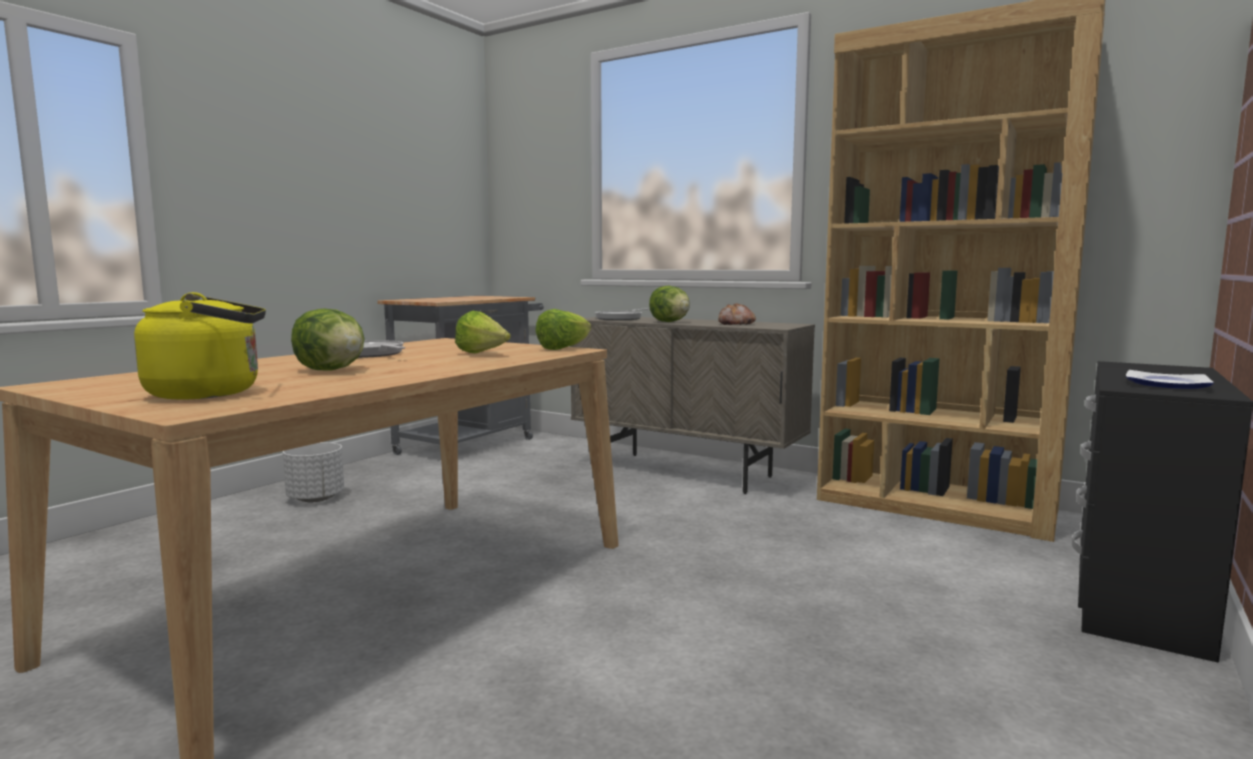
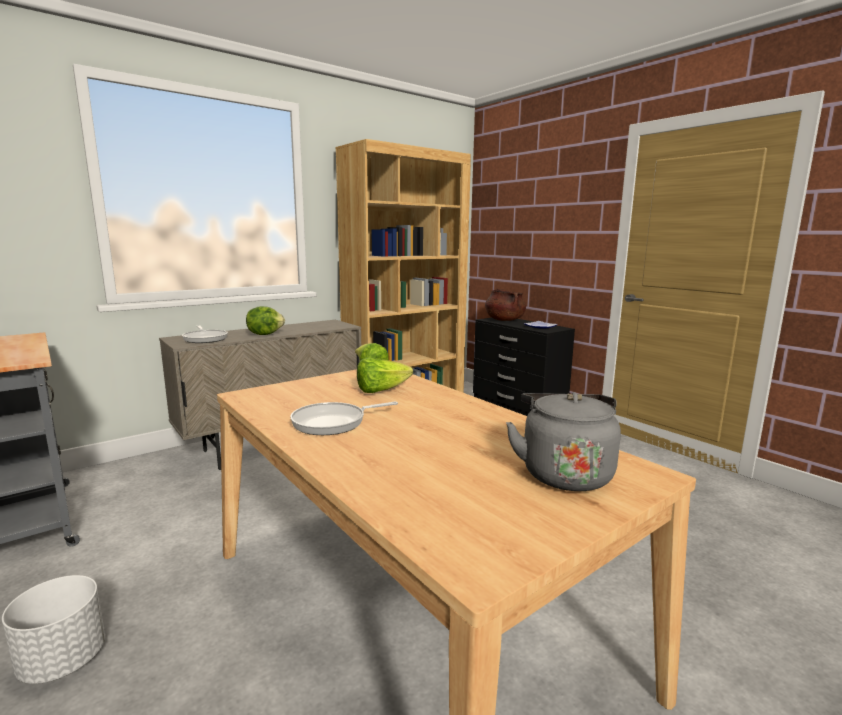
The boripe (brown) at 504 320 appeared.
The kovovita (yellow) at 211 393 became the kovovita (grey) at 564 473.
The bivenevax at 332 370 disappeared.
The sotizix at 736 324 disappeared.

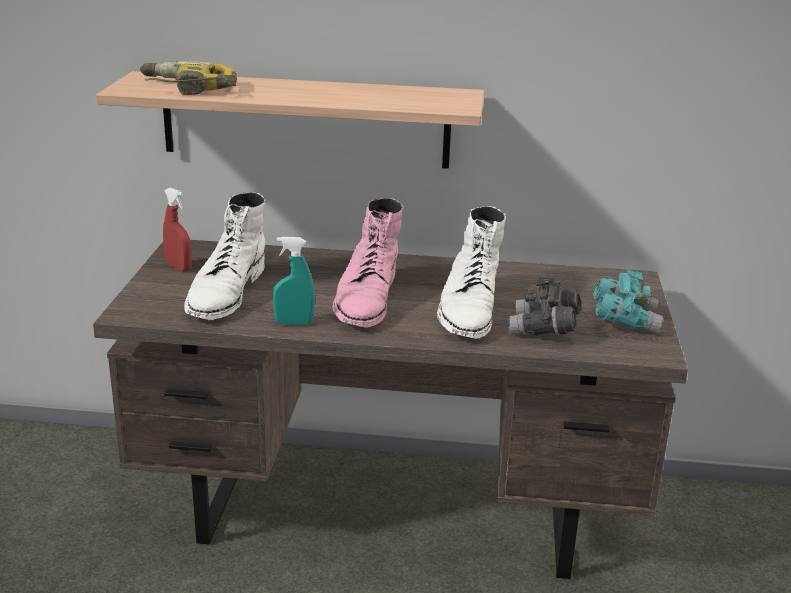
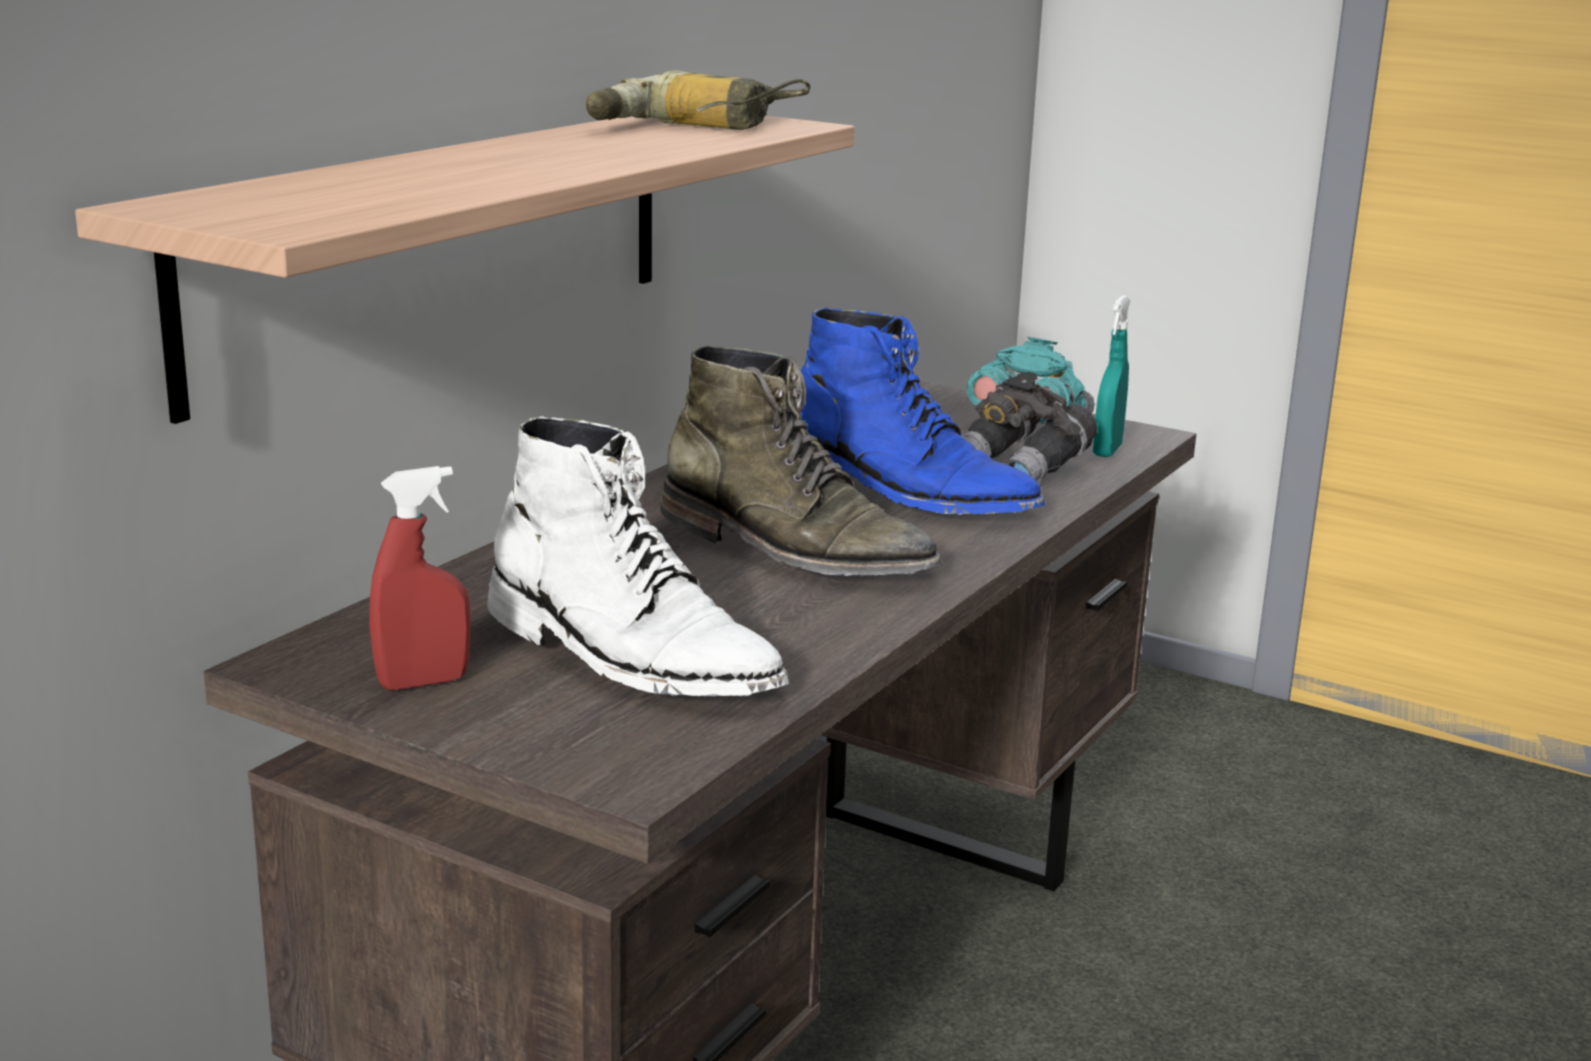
The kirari moved from 188 89 to 696 126.
The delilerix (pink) at 366 300 became the delilerix (green) at 794 550.
The delilerix (white) at 469 310 became the delilerix (blue) at 906 494.
The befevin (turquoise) moved from 294 323 to 1107 451.

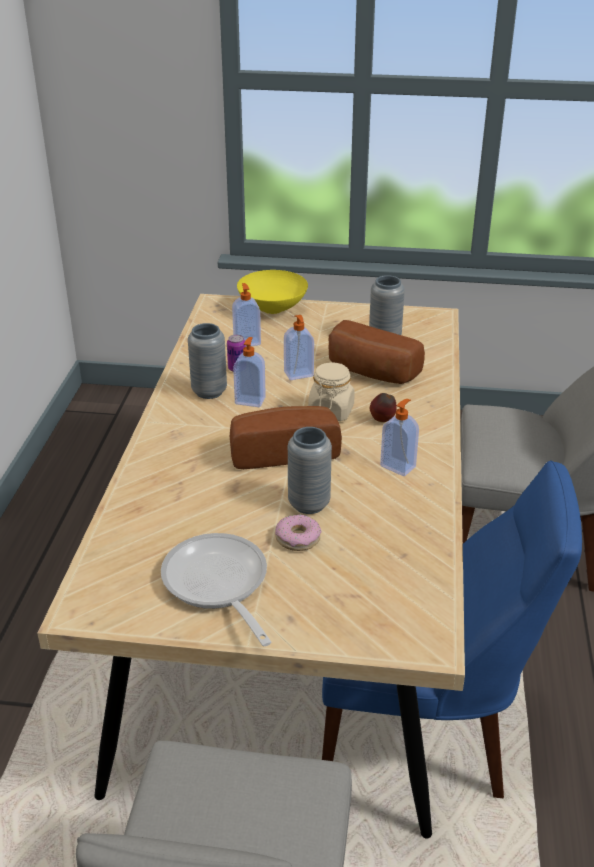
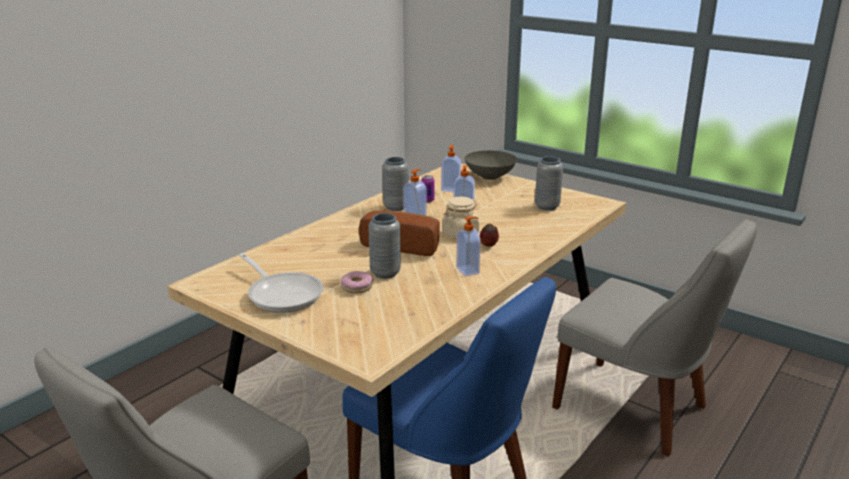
The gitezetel at 218 585 turned 135 degrees clockwise.
The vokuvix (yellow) at 273 308 became the vokuvix (grey) at 490 177.
The sotizix at 370 372 disappeared.

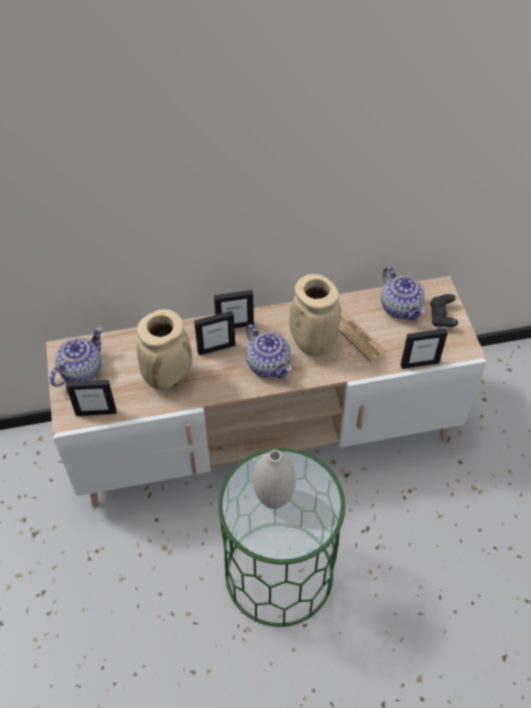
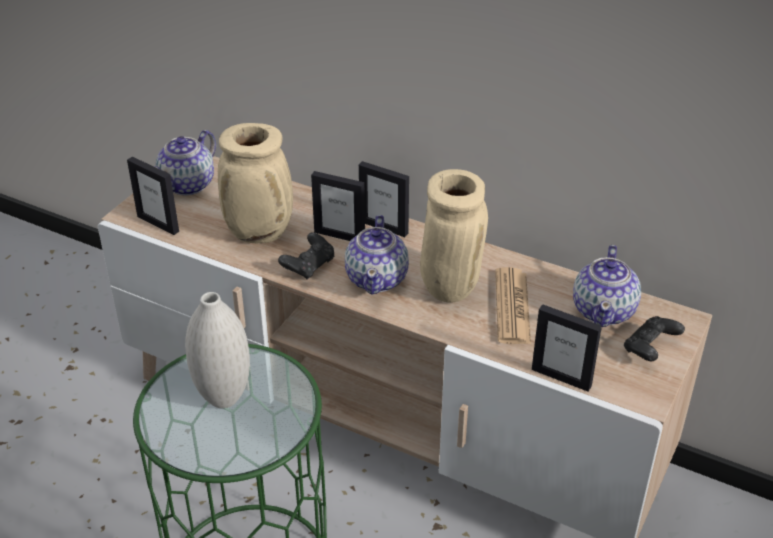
The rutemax at 80 370 turned 135 degrees clockwise.
The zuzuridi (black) at 309 266 appeared.

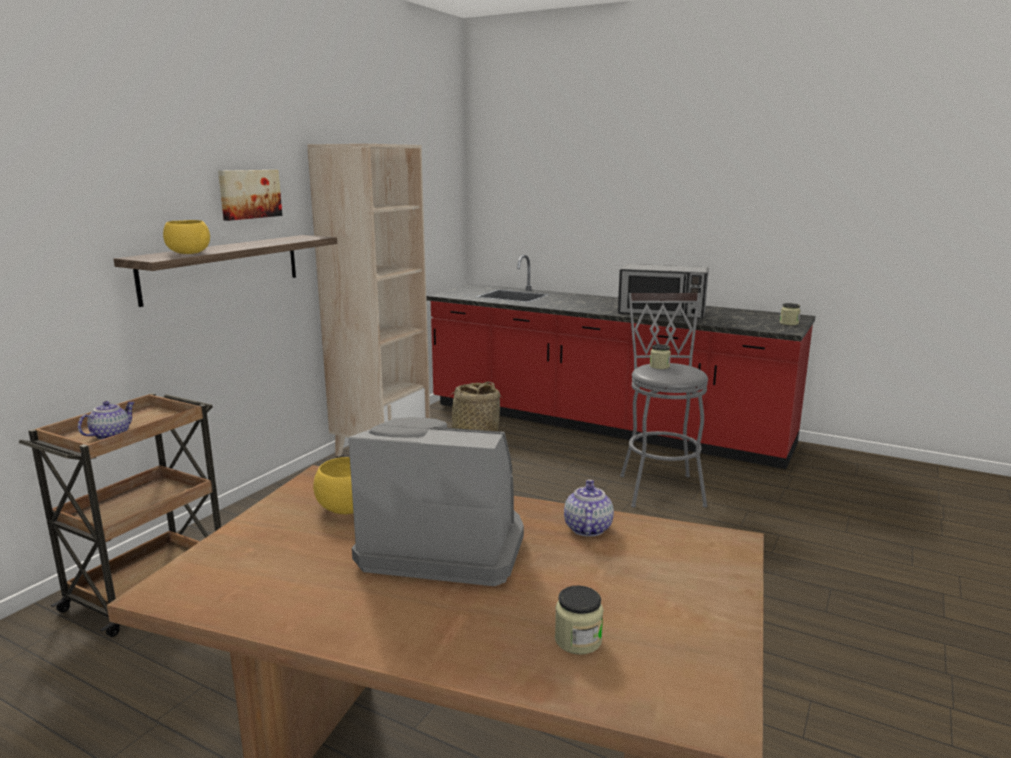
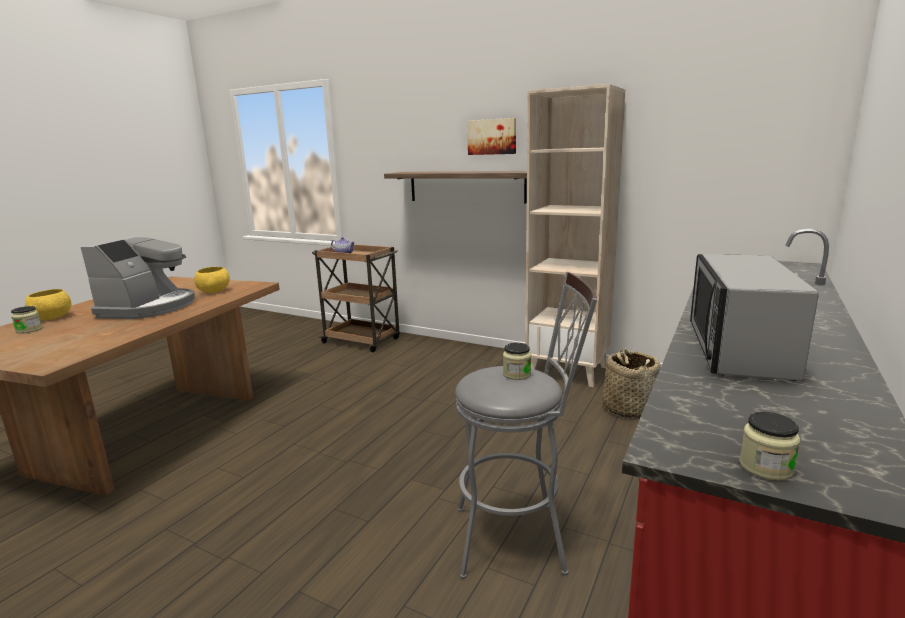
The vokuvix (yellow) moved from 188 253 to 51 318.
The rutemax at 587 528 disappeared.

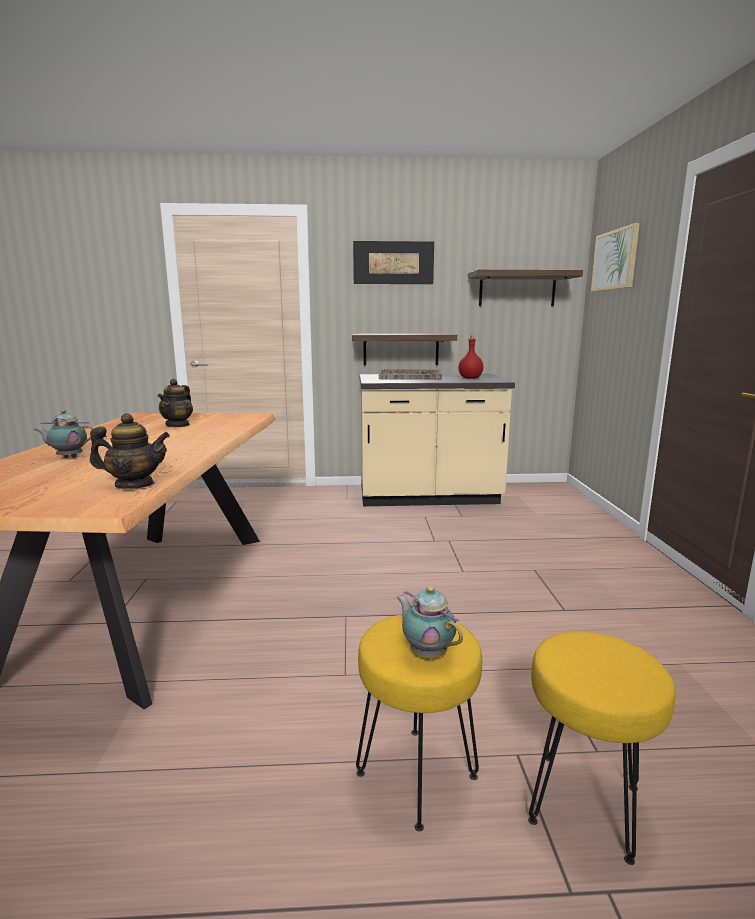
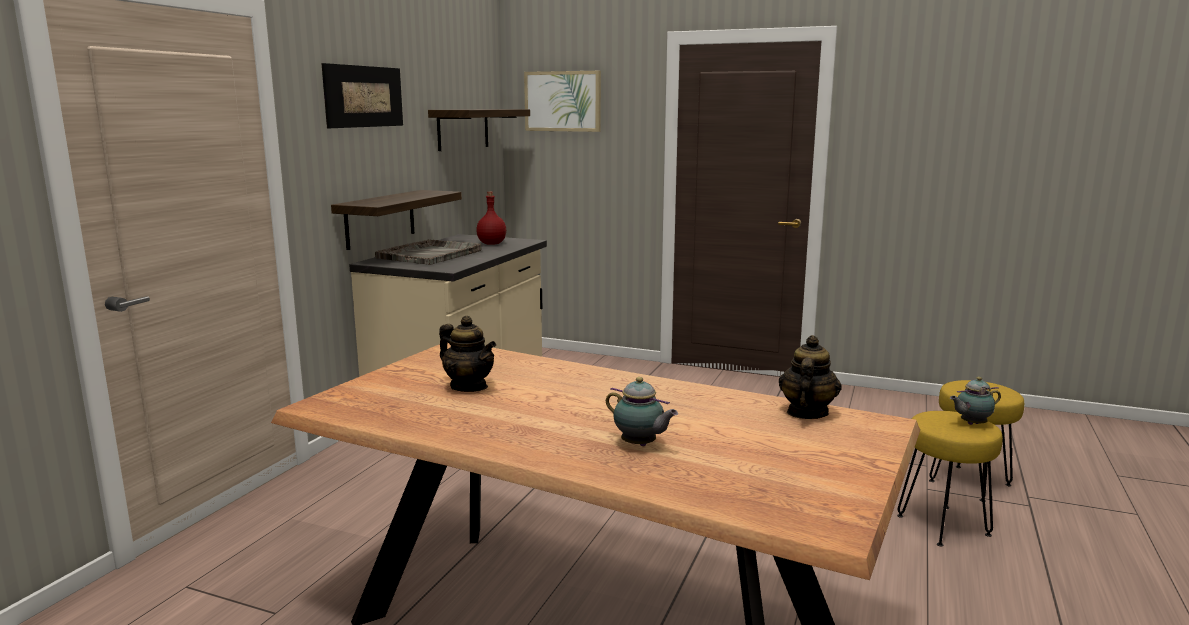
The rutemax at 68 457 turned 75 degrees counterclockwise.

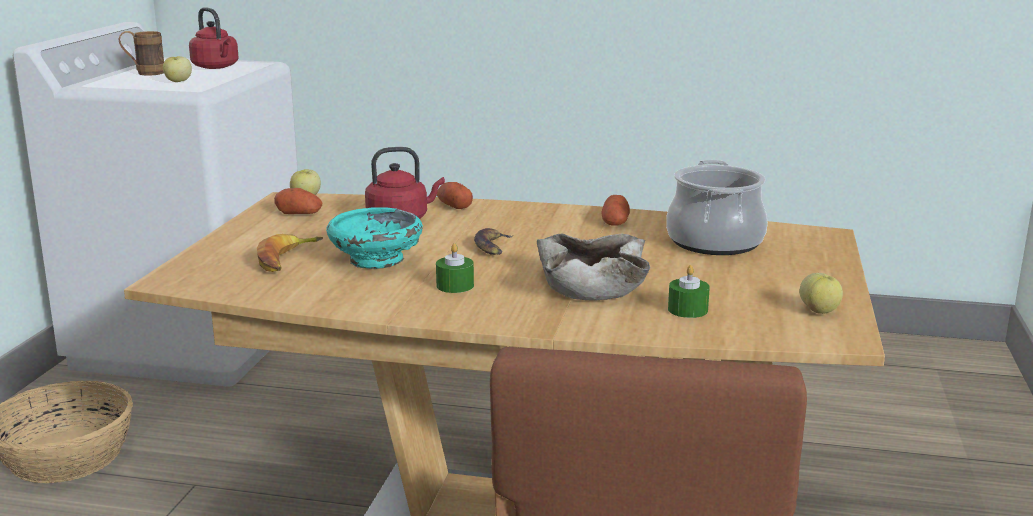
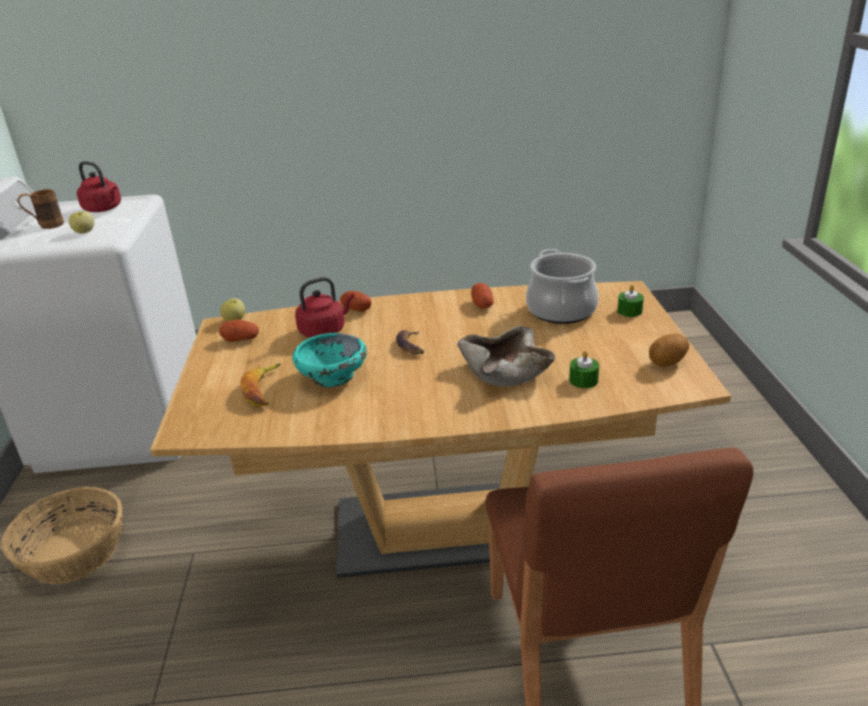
The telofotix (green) moved from 455 285 to 629 311.
The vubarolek at 819 311 was replaced by the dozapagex at 667 363.

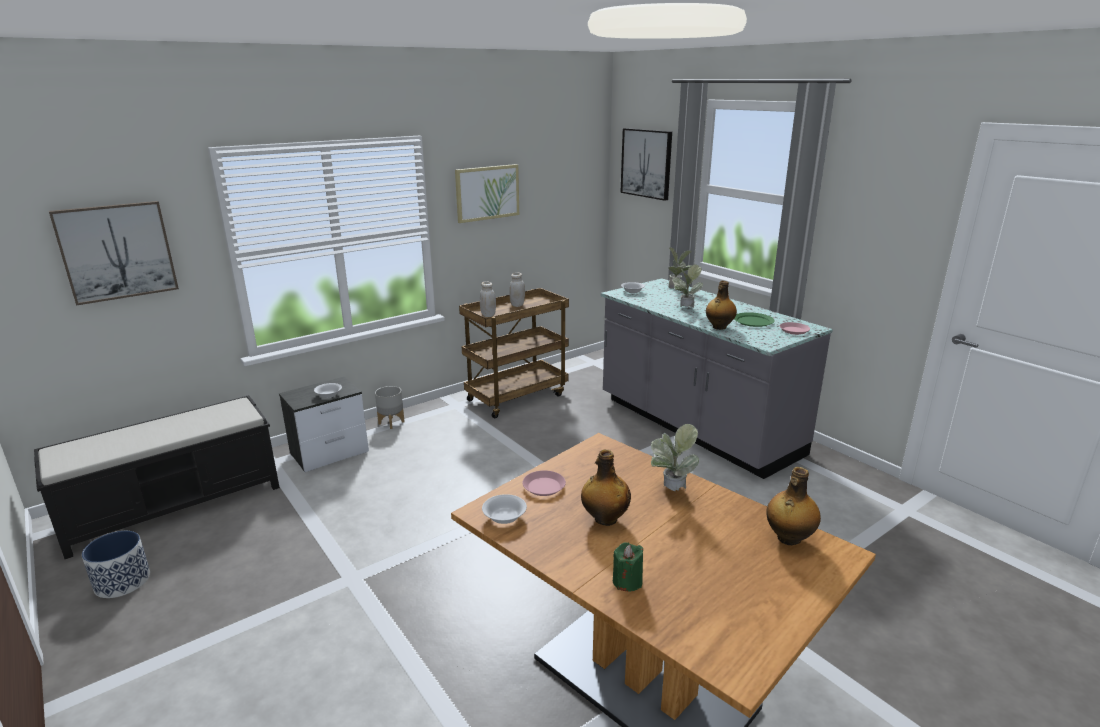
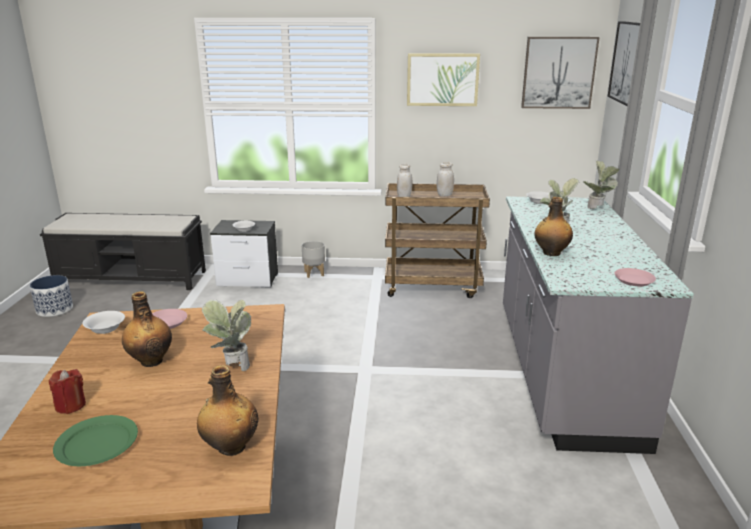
The telofotix (green) at 627 581 became the telofotix (red) at 70 405.
The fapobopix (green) moved from 753 321 to 98 443.
The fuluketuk moved from 117 251 to 558 72.

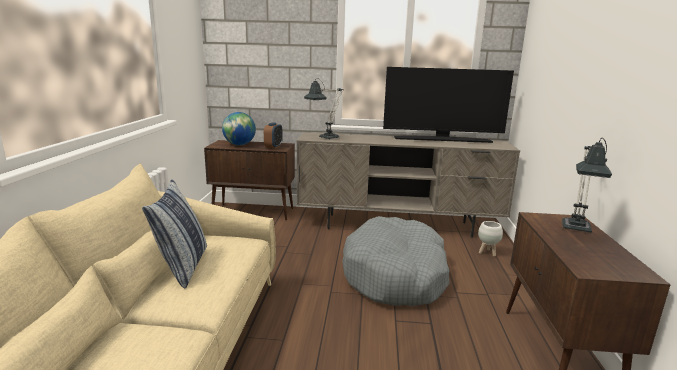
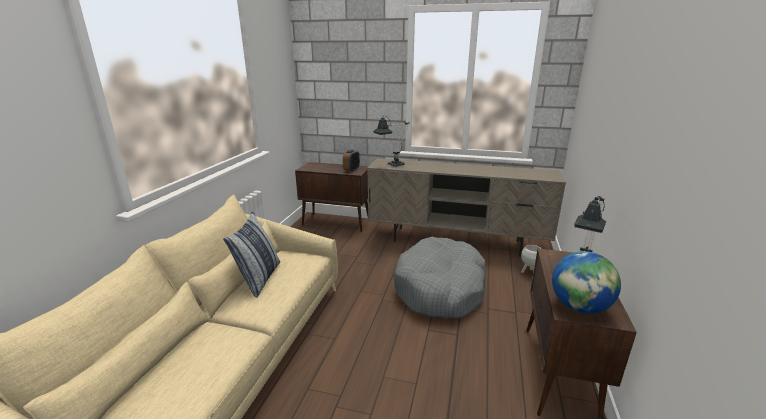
The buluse moved from 239 145 to 579 307.
The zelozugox at 442 140 disappeared.

